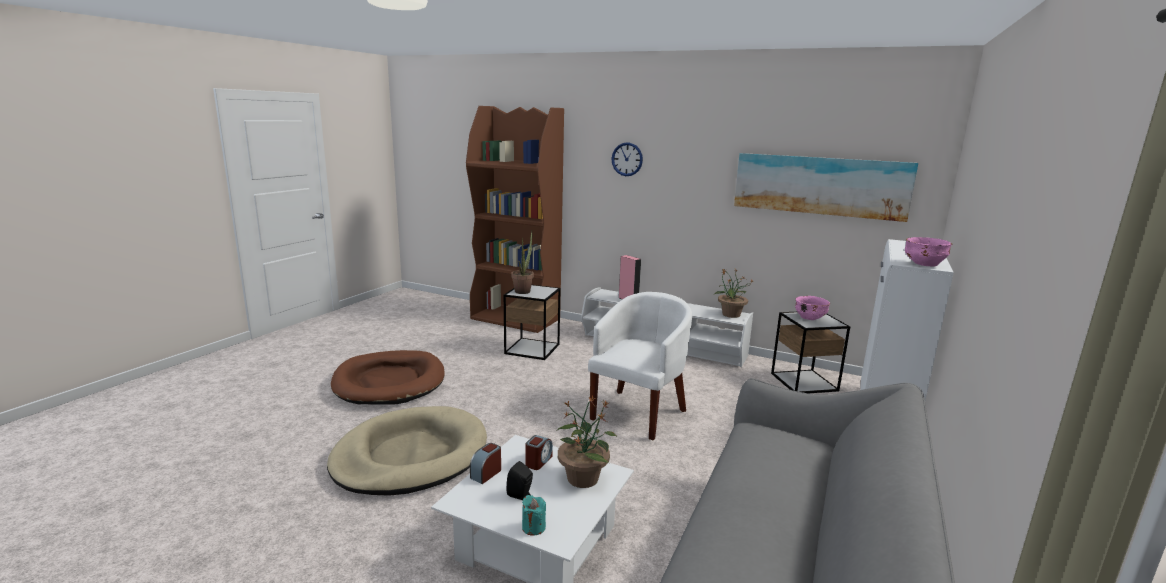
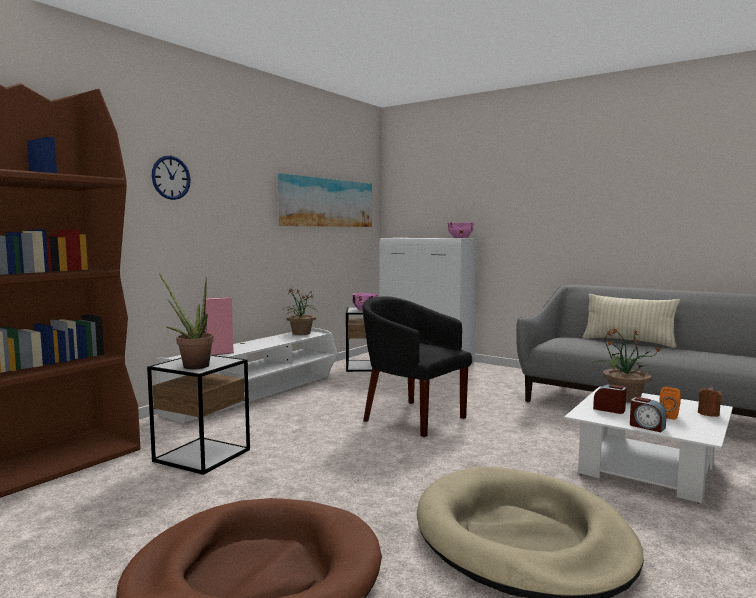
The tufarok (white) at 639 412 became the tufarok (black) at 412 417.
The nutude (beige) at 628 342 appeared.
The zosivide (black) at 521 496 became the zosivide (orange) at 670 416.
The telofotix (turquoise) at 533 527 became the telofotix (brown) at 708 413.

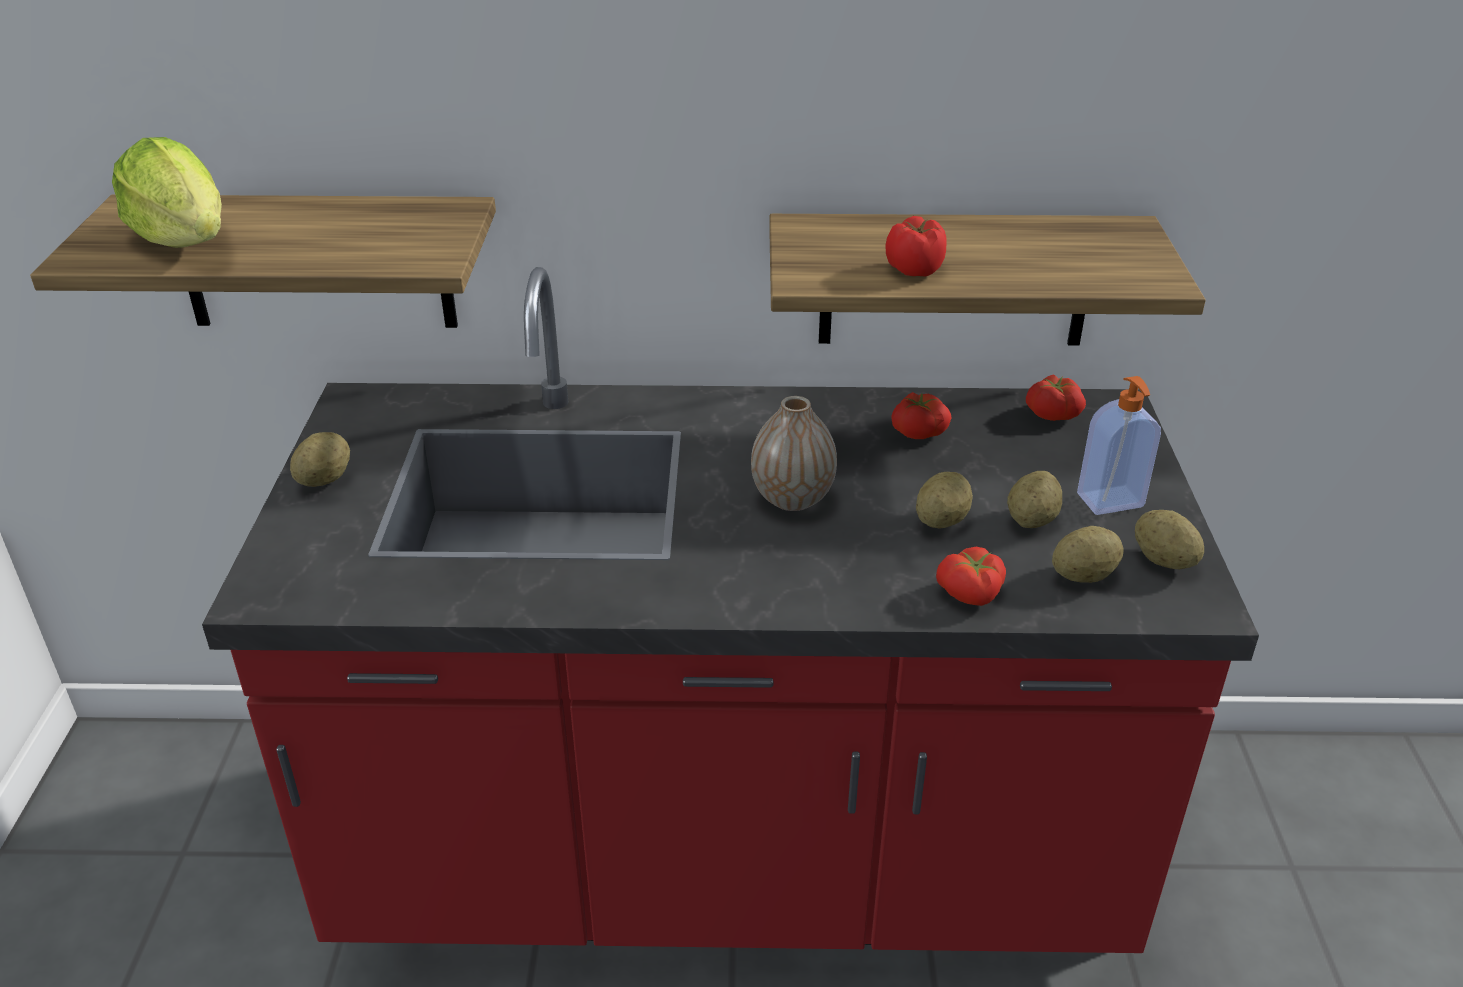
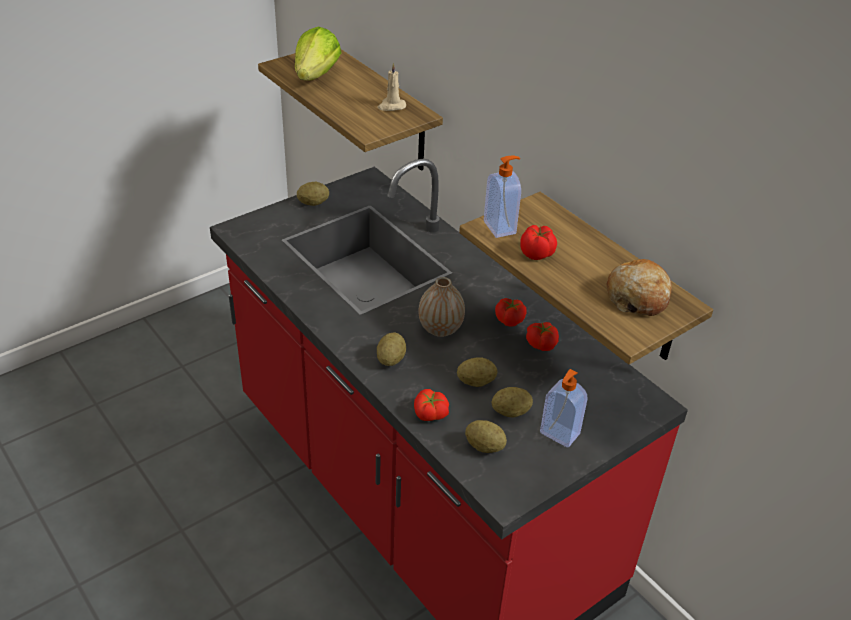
The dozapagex moved from 1163 560 to 390 359.
The telofotix (beige) at 391 106 appeared.
The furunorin at 500 227 appeared.
The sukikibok moved from 1053 413 to 510 320.
The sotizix at 637 297 appeared.

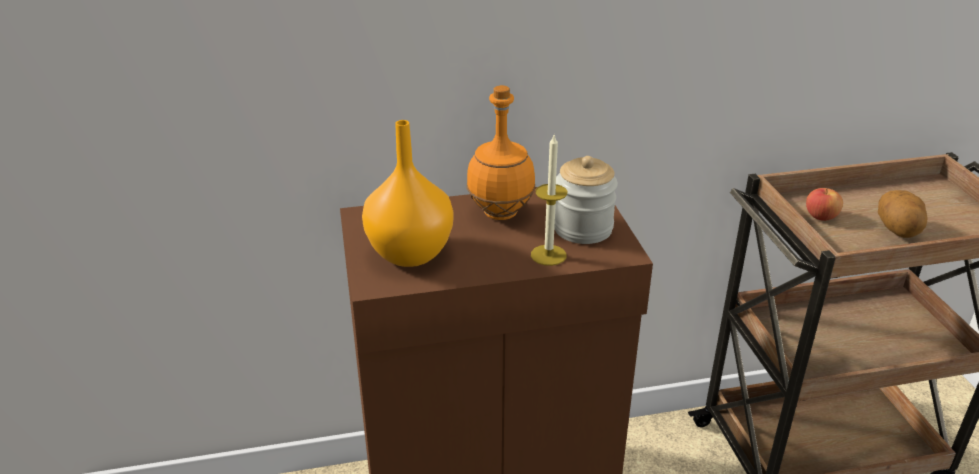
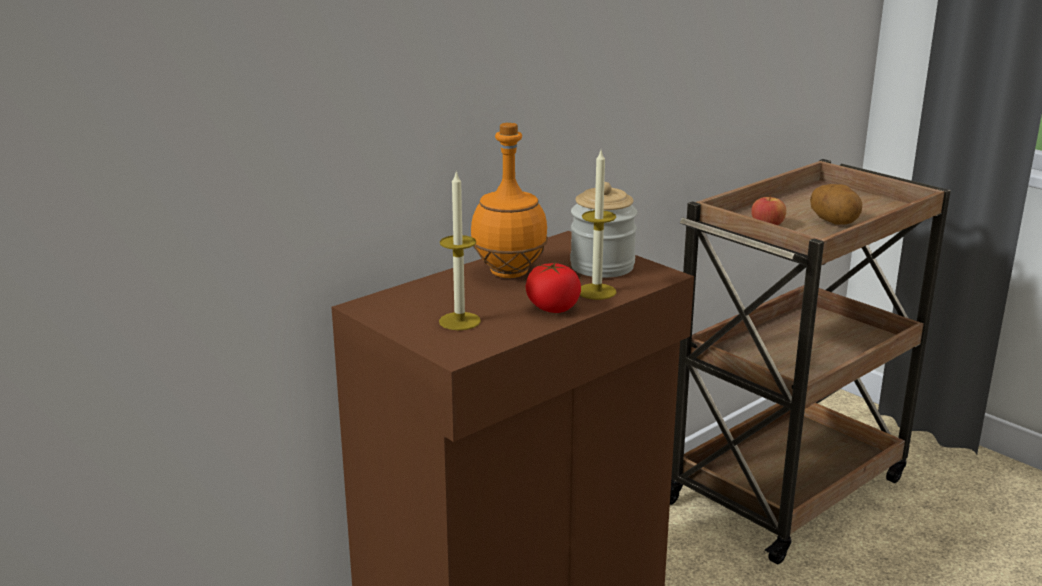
The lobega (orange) at 410 252 was replaced by the telofotix at 459 321.
The sukikibok at 553 308 appeared.

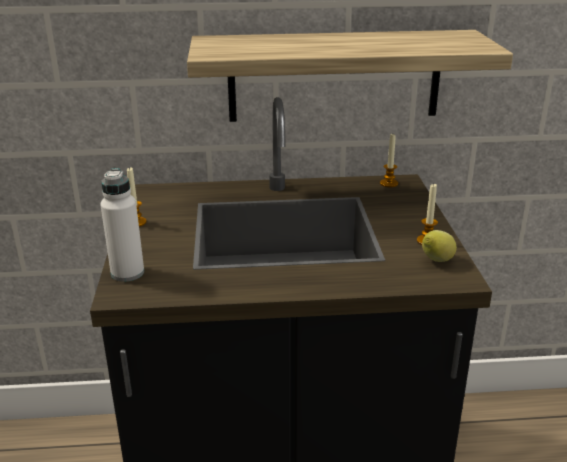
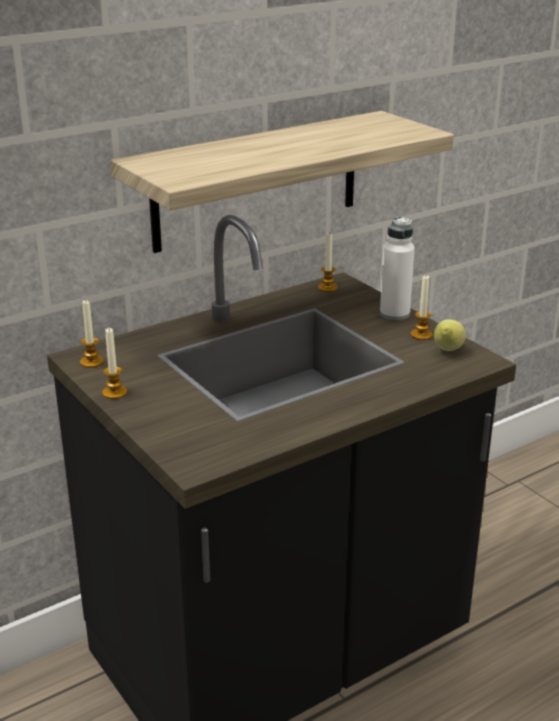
The telofotix at 91 362 appeared.
The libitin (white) moved from 127 273 to 394 314.

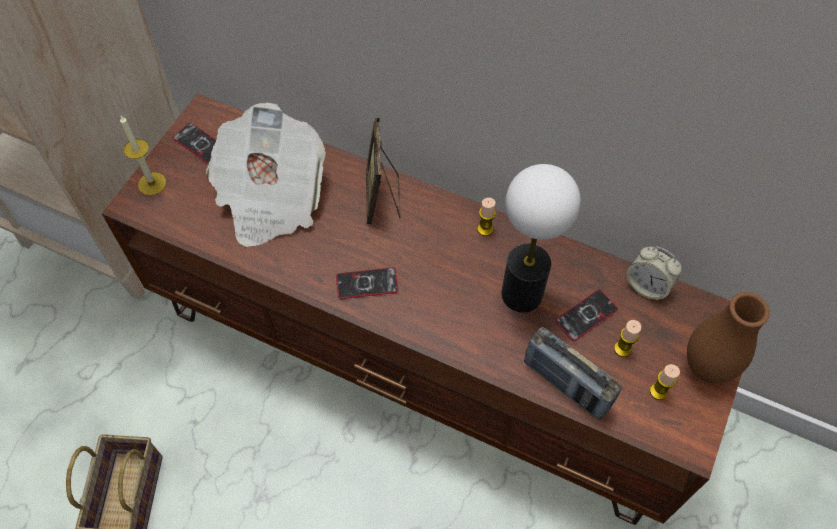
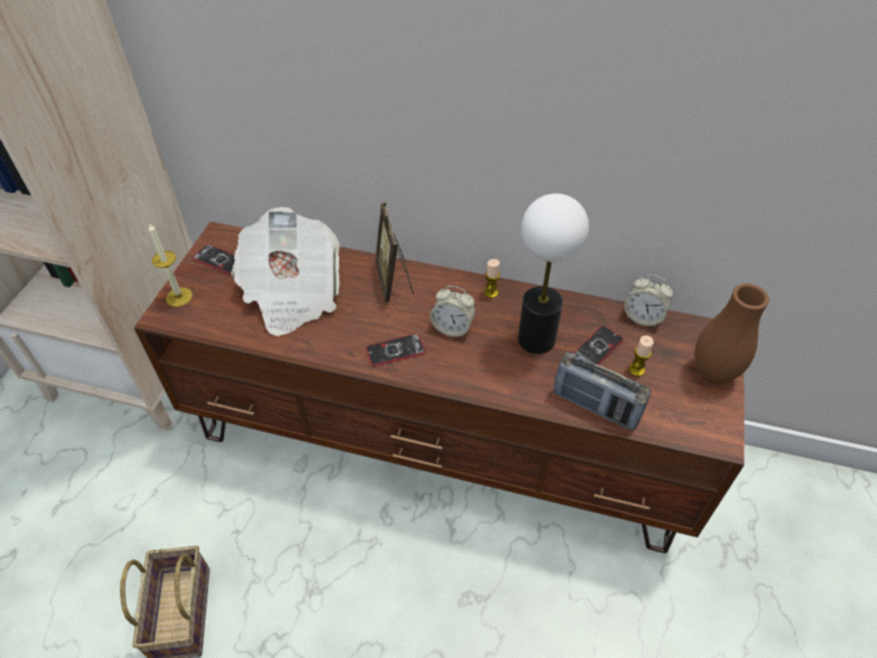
The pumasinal at 452 328 appeared.
The telofotix at 658 391 disappeared.

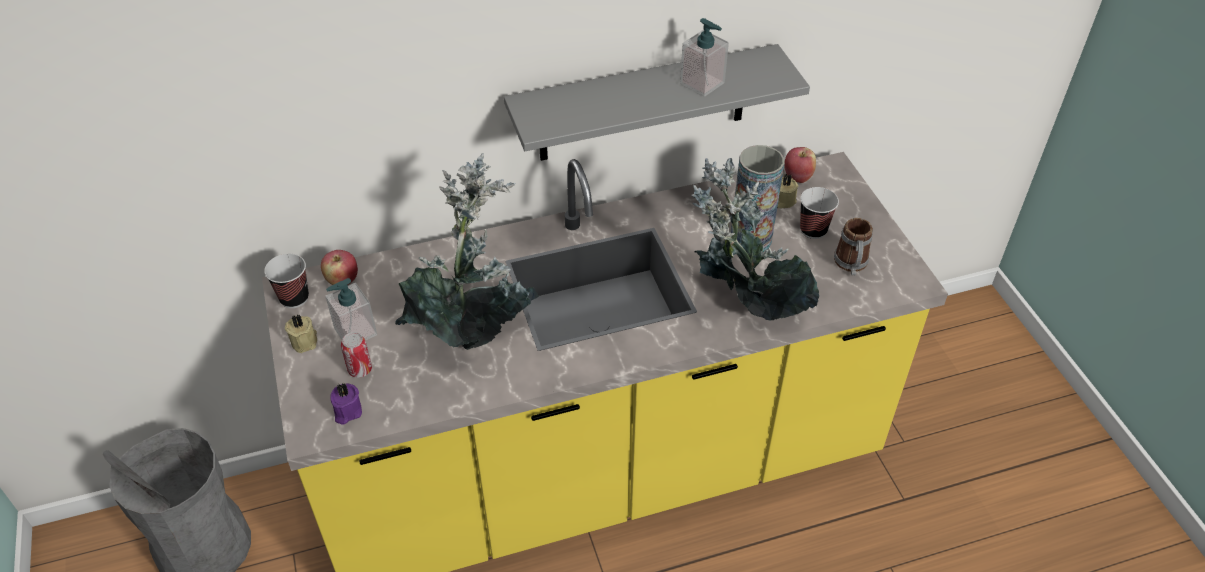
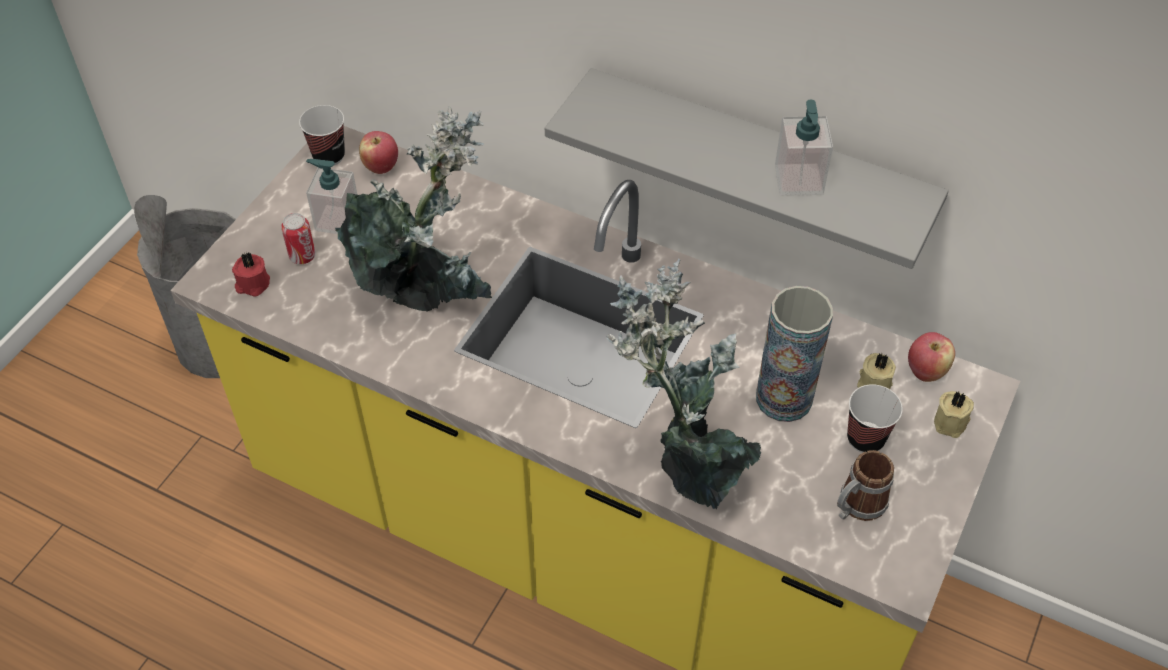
The telofotix (purple) at 347 411 became the telofotix (red) at 252 284.
The telofotix (beige) moved from 305 341 to 951 422.

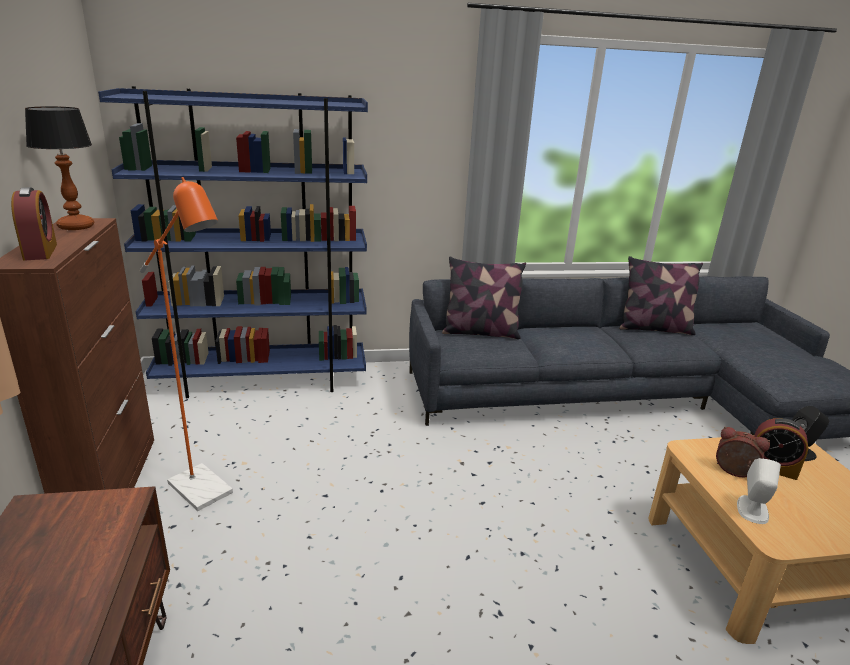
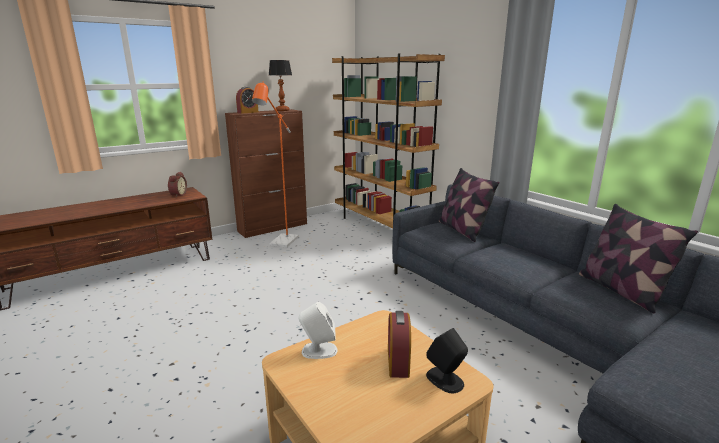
The pumasinal moved from 734 472 to 177 195.
The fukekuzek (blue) at 264 380 became the fukekuzek (brown) at 380 226.

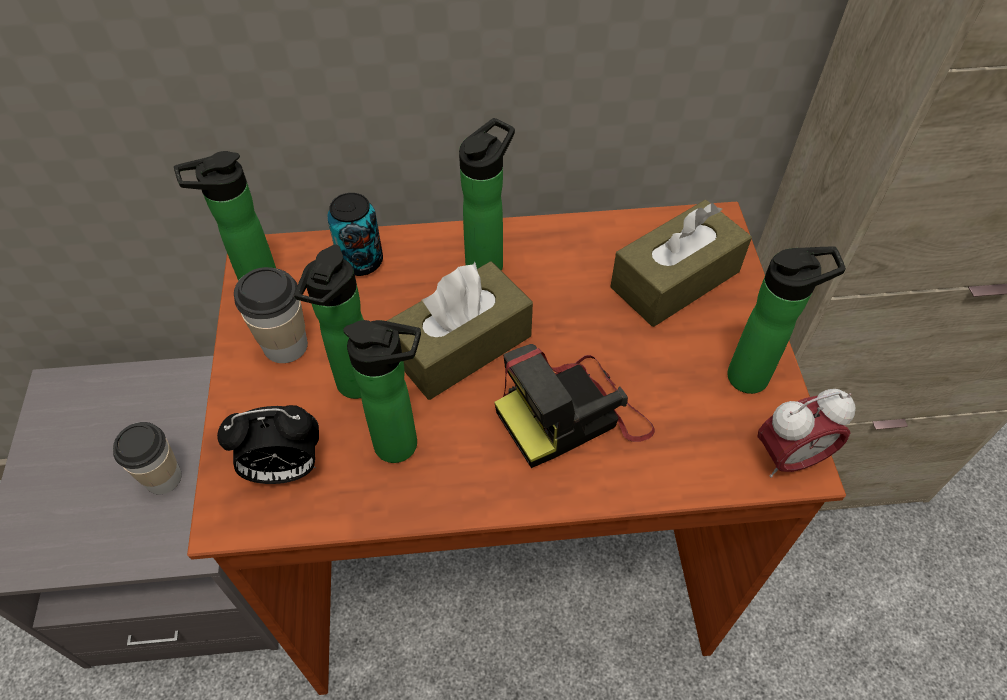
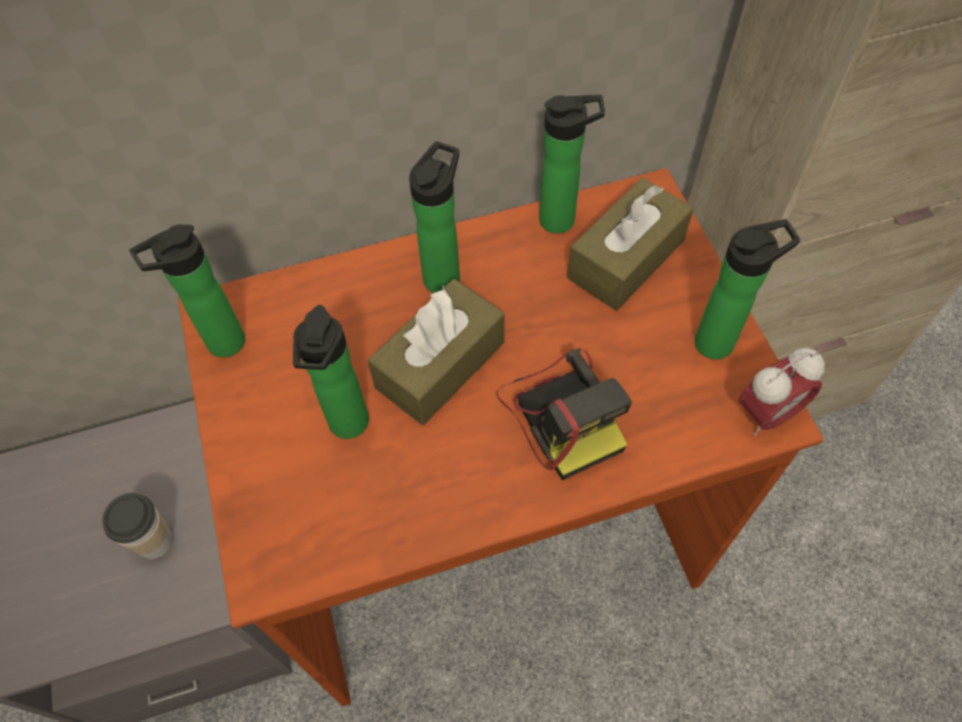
The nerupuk at 573 415 turned 75 degrees counterclockwise.
The libitin moved from 403 445 to 563 220.
The pumasinal at 284 469 disappeared.
The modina at 285 345 disappeared.
The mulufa at 361 261 disappeared.

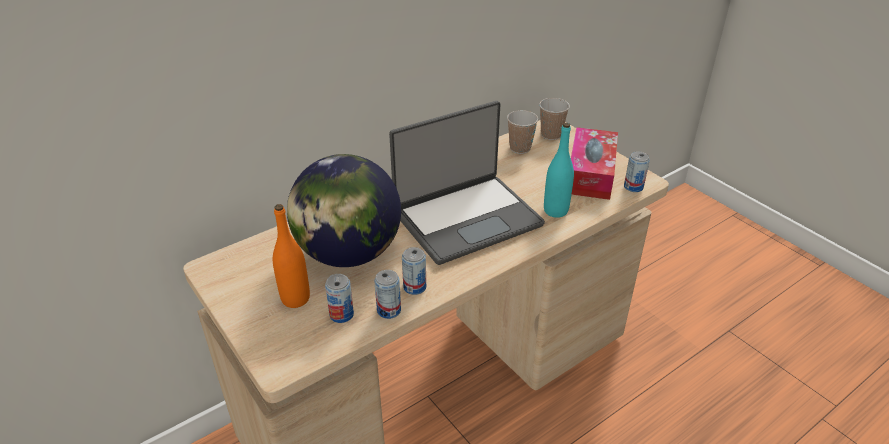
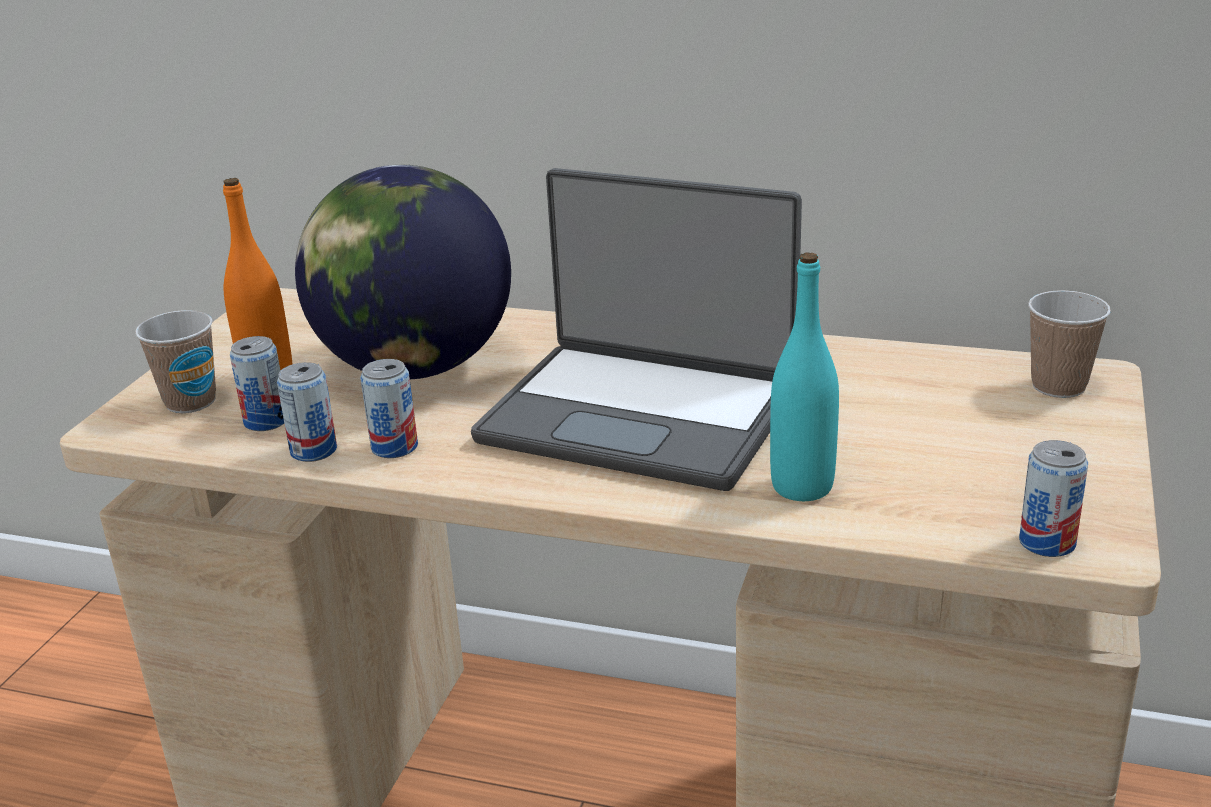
The modina moved from 520 148 to 190 402.
The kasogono at 590 173 disappeared.

